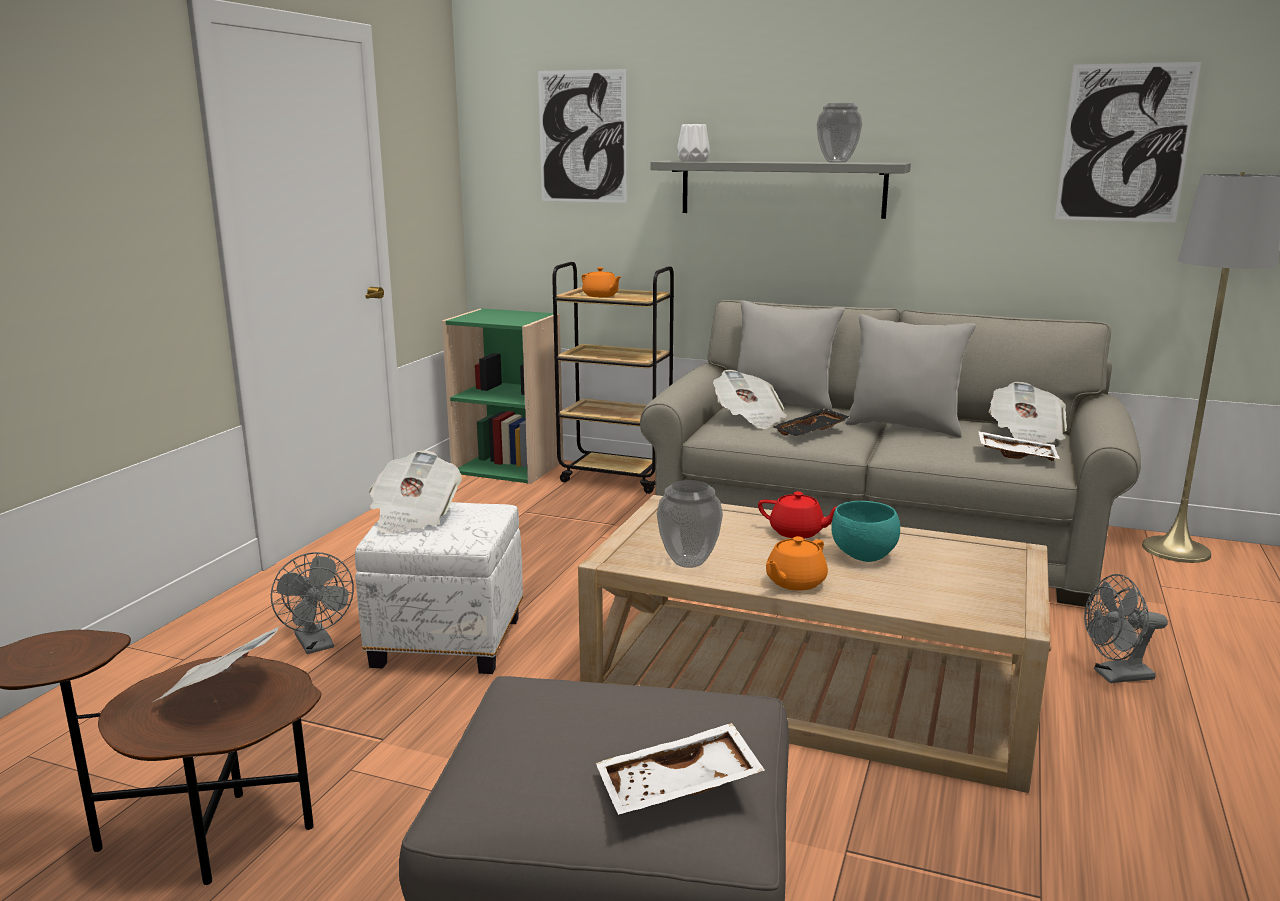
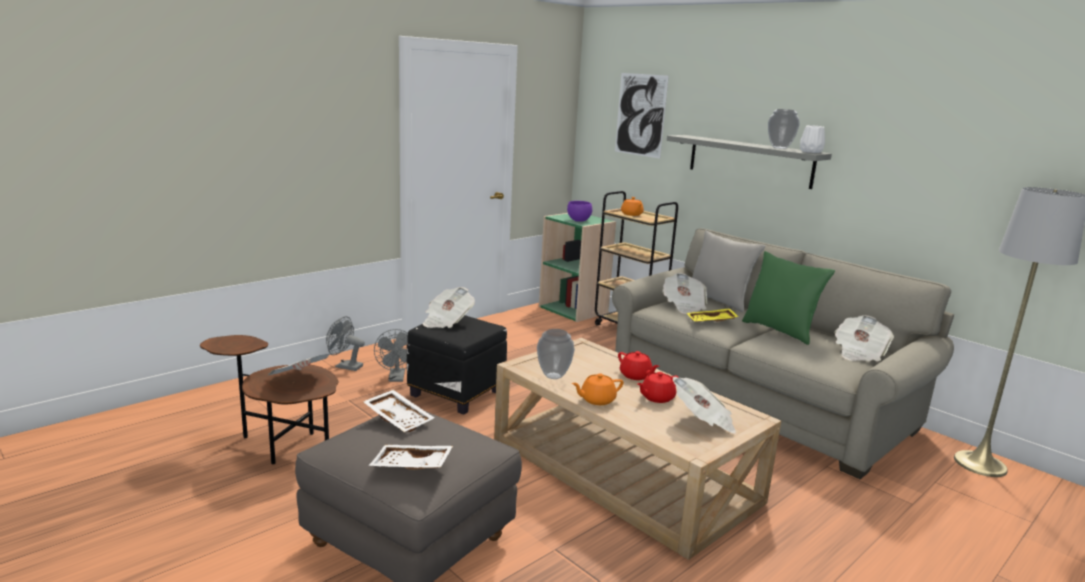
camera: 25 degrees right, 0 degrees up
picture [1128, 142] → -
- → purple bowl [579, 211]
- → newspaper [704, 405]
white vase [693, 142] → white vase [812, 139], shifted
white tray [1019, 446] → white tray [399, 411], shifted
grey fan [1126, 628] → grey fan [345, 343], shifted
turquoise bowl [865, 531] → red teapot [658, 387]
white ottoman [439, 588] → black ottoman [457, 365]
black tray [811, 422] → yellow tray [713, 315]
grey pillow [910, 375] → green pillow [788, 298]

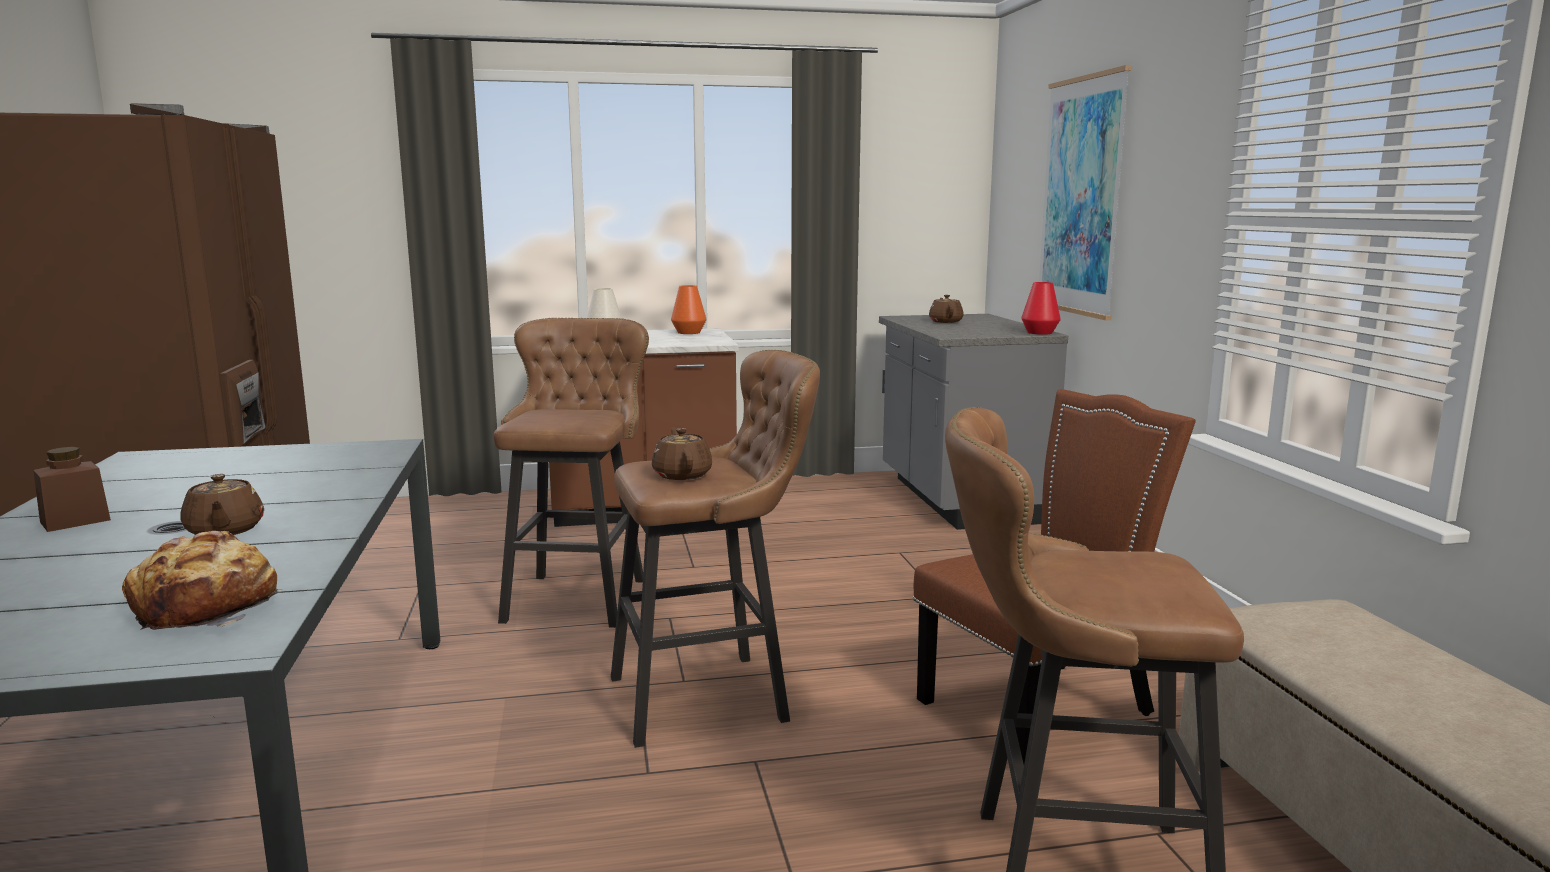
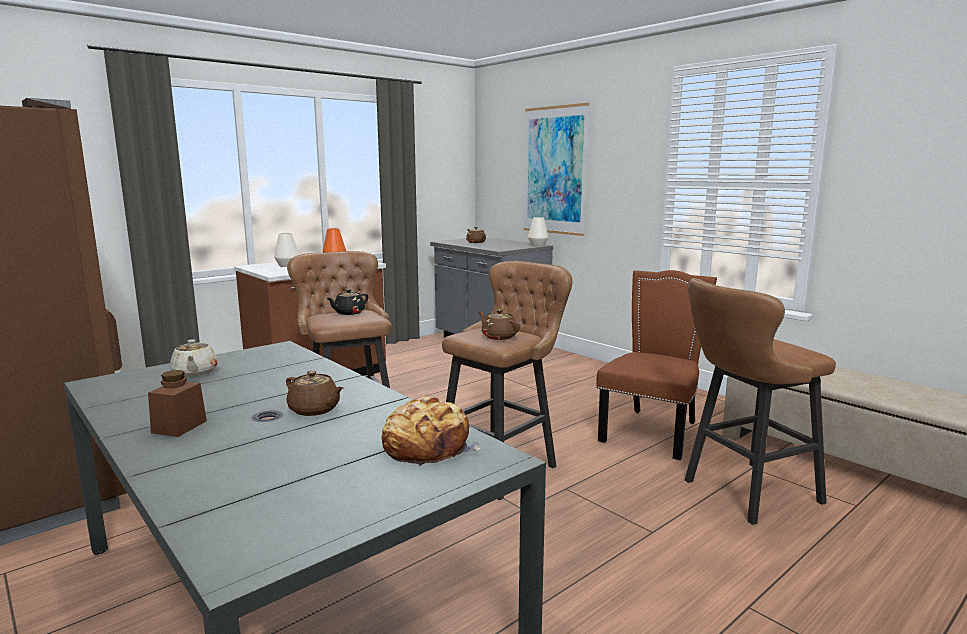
camera: 30 degrees left, 0 degrees up
- → beige teapot [194, 358]
- → black teapot [347, 302]
red vase [1041, 308] → white vase [538, 231]

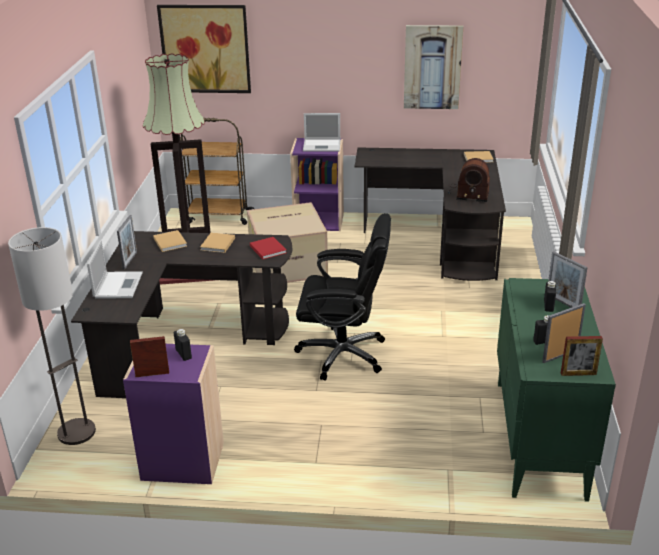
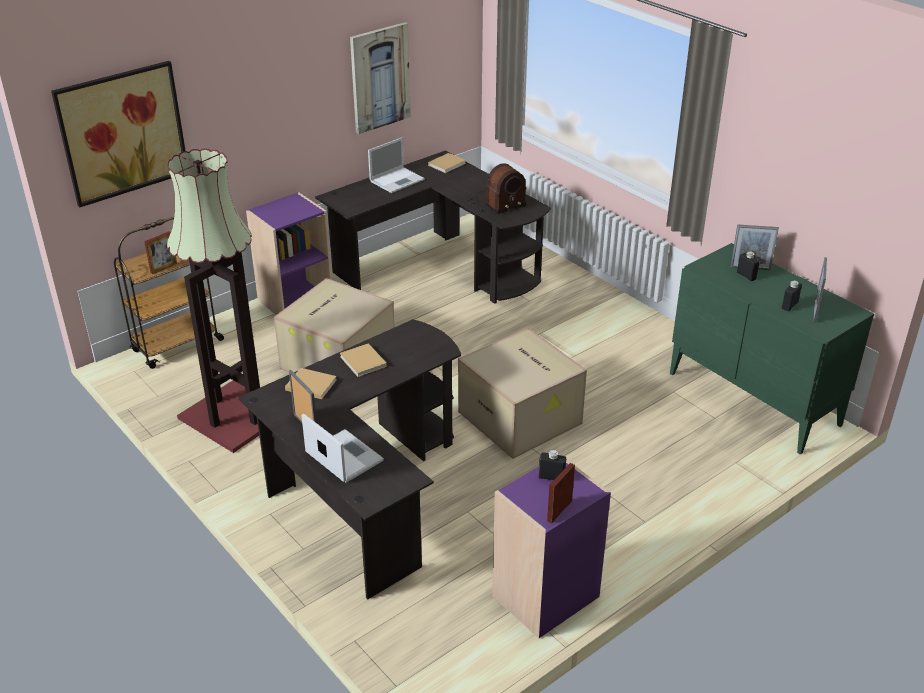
camera: 45 degrees left, 5 degrees up
floor lamp [52, 336] → -
red book [268, 248] → -
laptop [321, 132] → laptop [396, 165], shifted
picture frame [582, 356] → picture frame [160, 252], shifted
black office chair [342, 297] → cardboard box [522, 393]

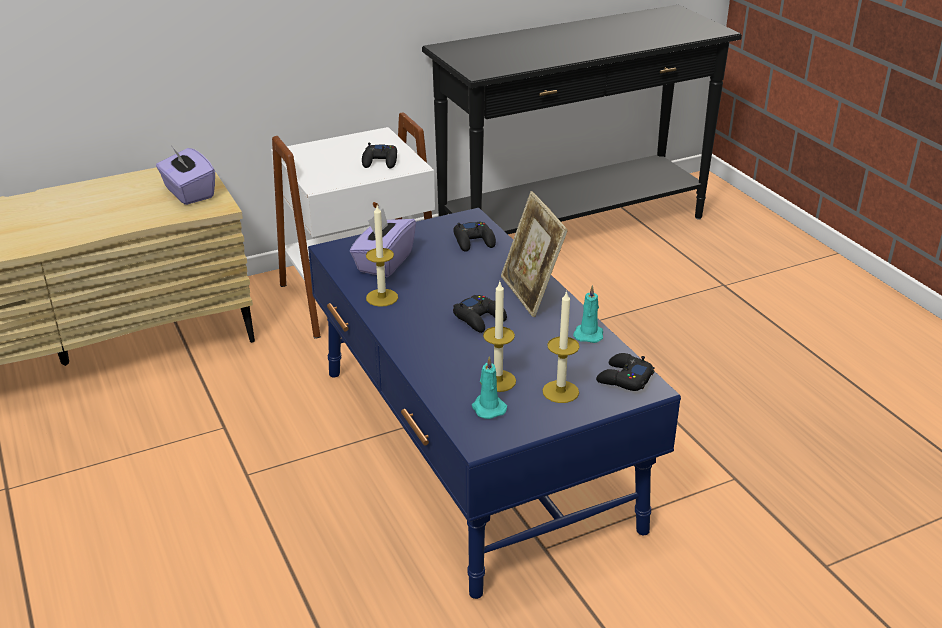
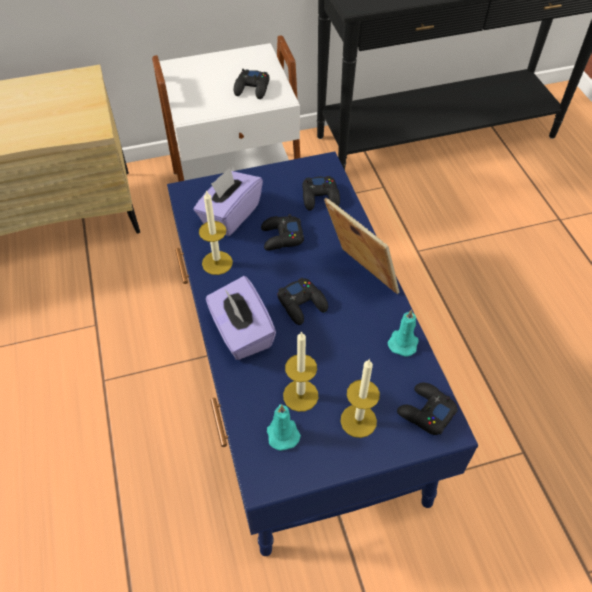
camera: 10 degrees right, 20 degrees up
- → black game controller [282, 232]
purple tissue box [185, 175] → purple tissue box [241, 318], shifted
picture frame [534, 254] → picture frame [362, 246], 150 degrees clockwise

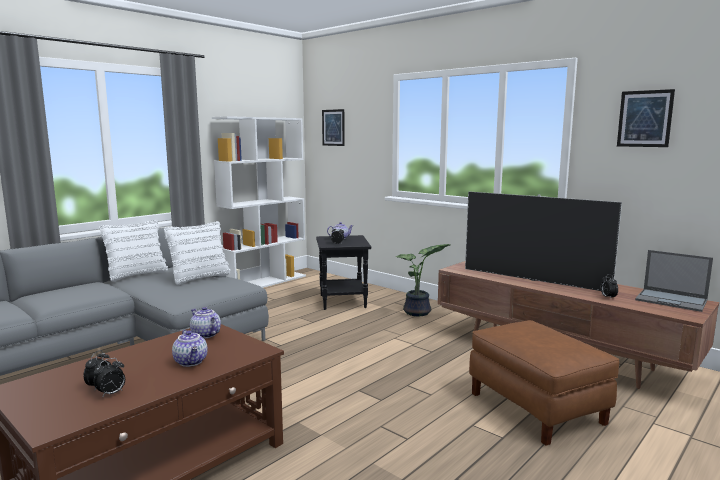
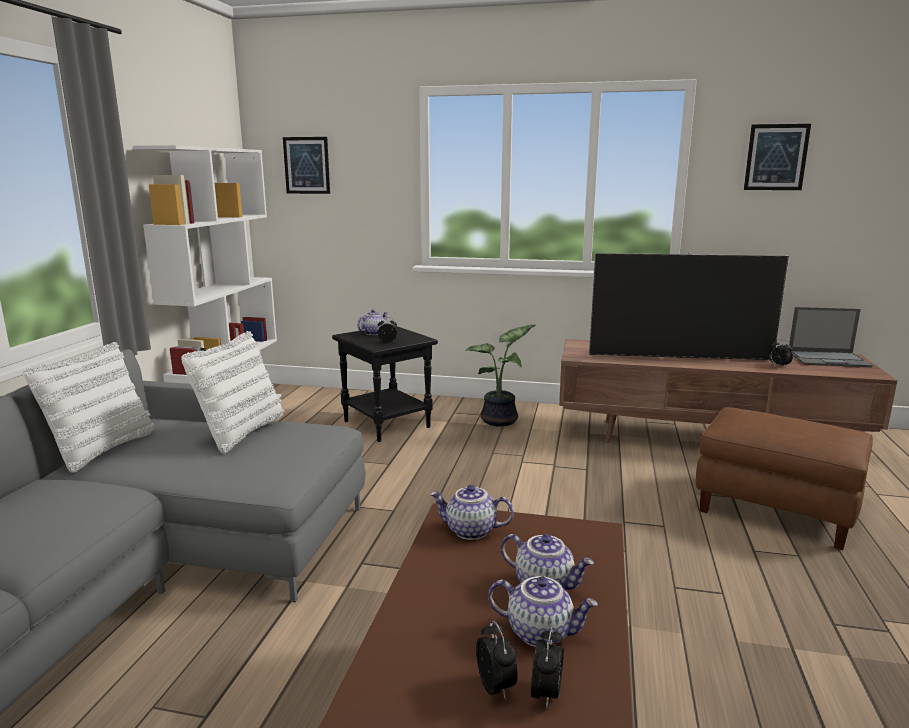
camera: 30 degrees left, 5 degrees up
- → teapot [543, 611]

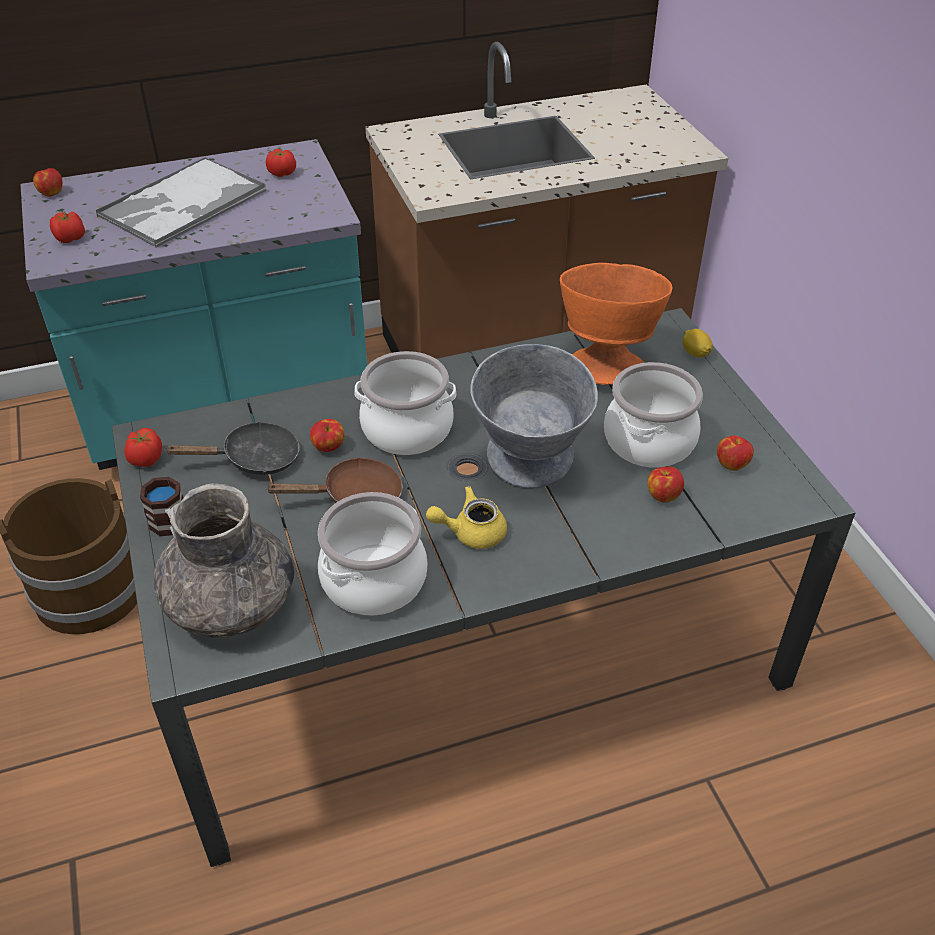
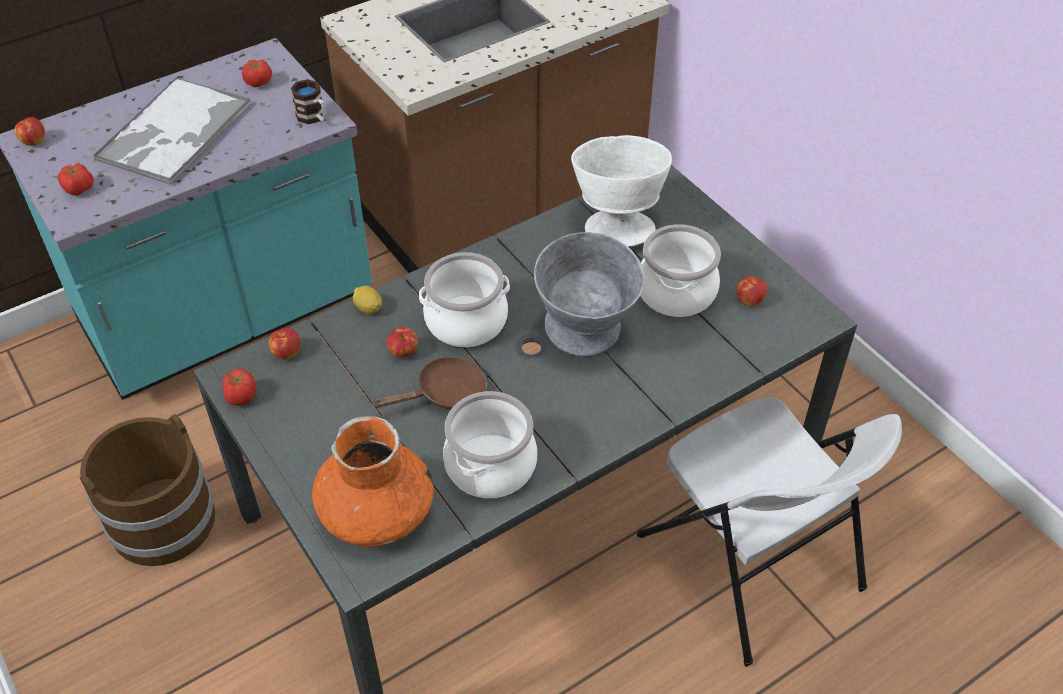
camera: 15 degrees left, 5 degrees up
black frying pan [231, 448] → -
yellow teapot [466, 517] → -
- → white chair [769, 532]
mug [161, 507] → mug [309, 101], shifted
apple [665, 484] → apple [285, 344], shifted
lemon [698, 343] → lemon [367, 300], shifted
grey vase [224, 560] → orange vase [373, 481]
orange bowl [616, 324] → white bowl [621, 191]

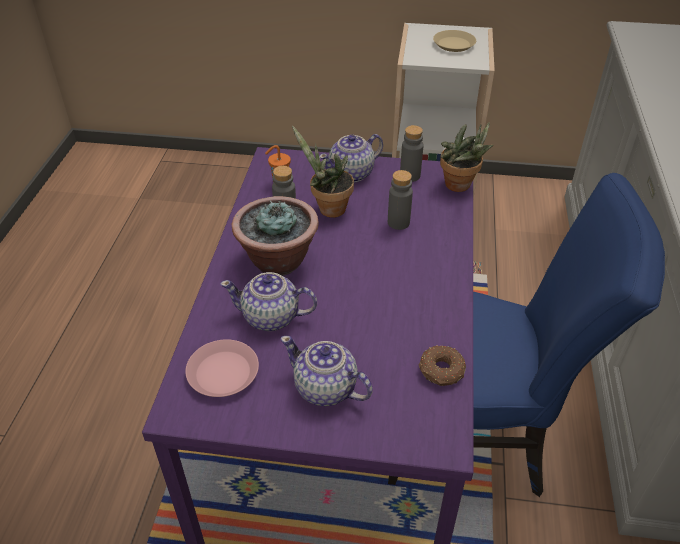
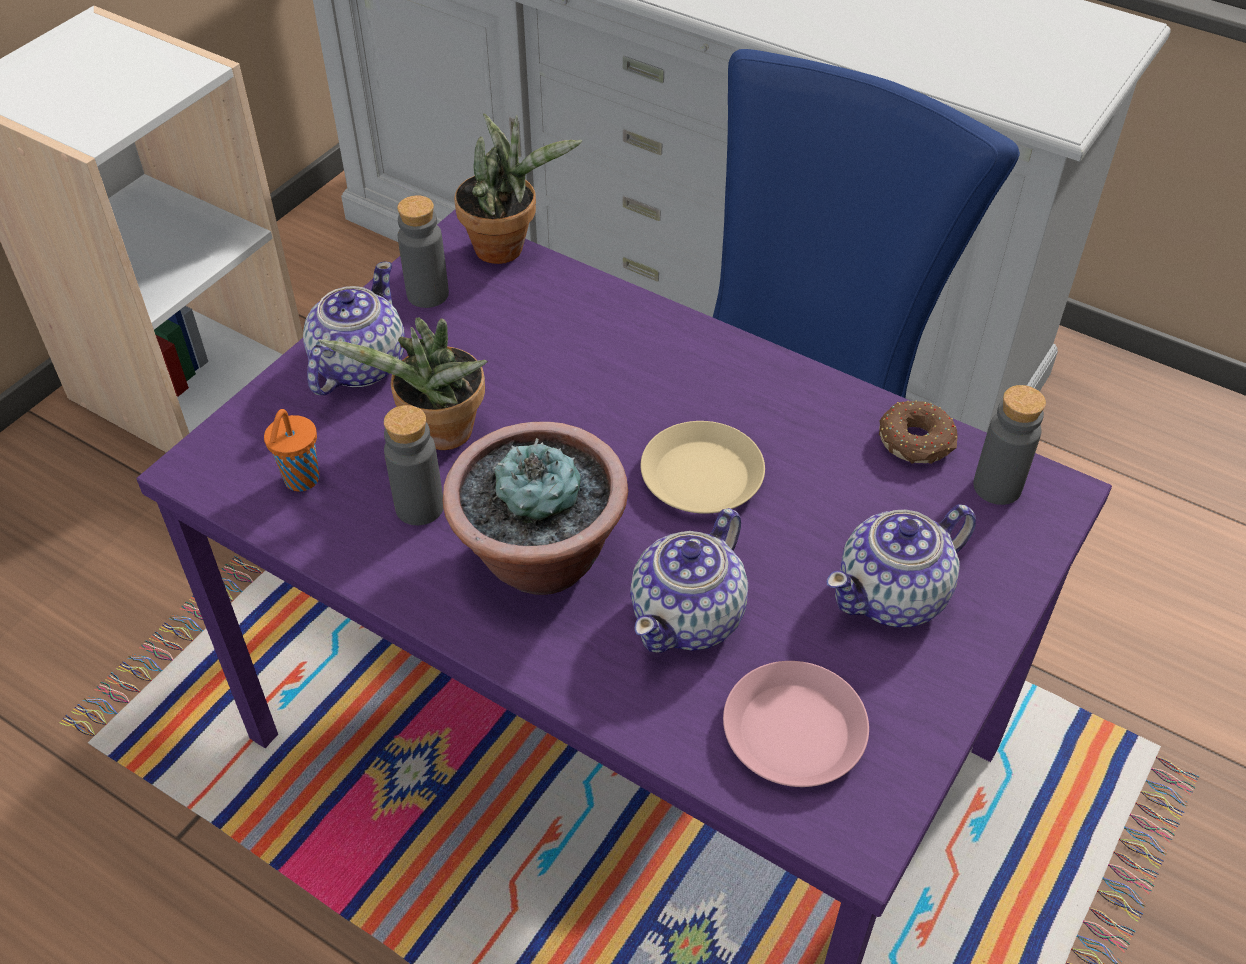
camera: 65 degrees left, 5 degrees up
grey bottle [400, 200] → grey bottle [1009, 445], shifted
beige plate [454, 41] → beige plate [703, 467], shifted
teapot [351, 158] → teapot [354, 328], 150 degrees counterclockwise

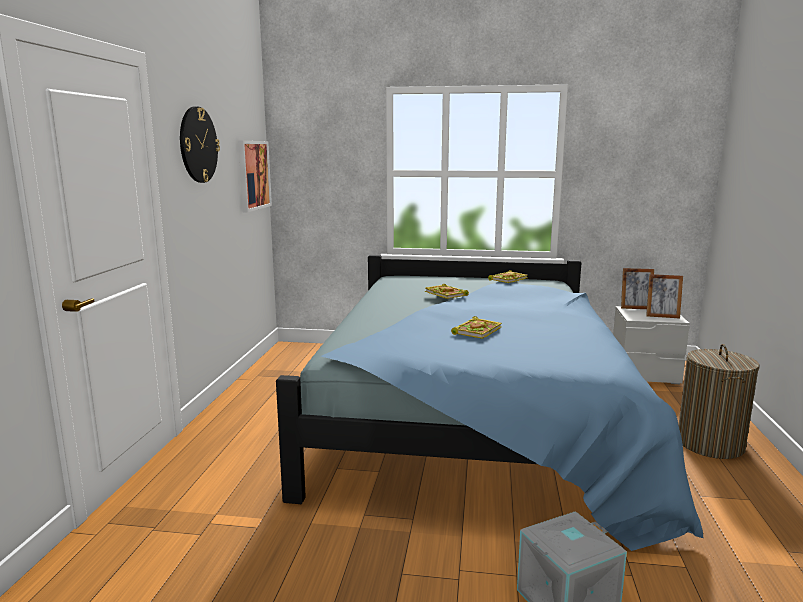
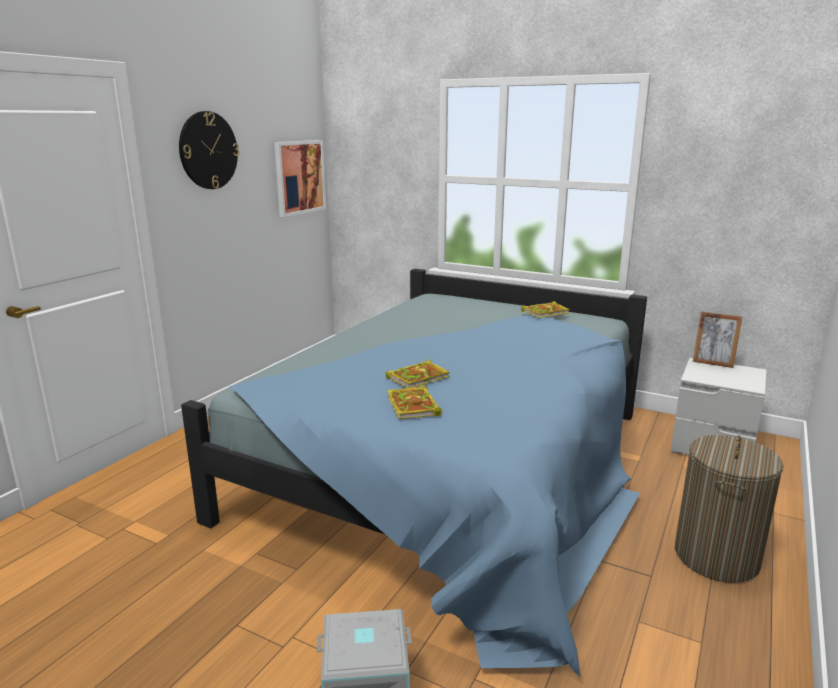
camera: 20 degrees right, 5 degrees up
picture frame [664, 296] → -
book [447, 291] → book [414, 402], shifted

